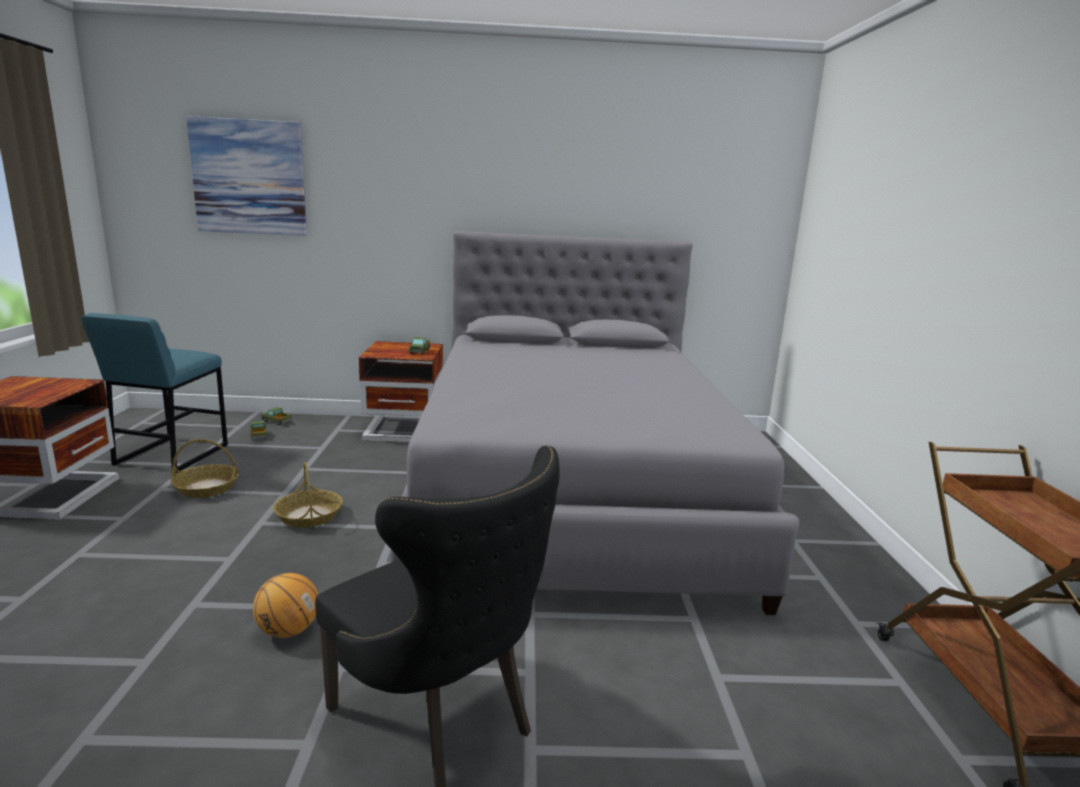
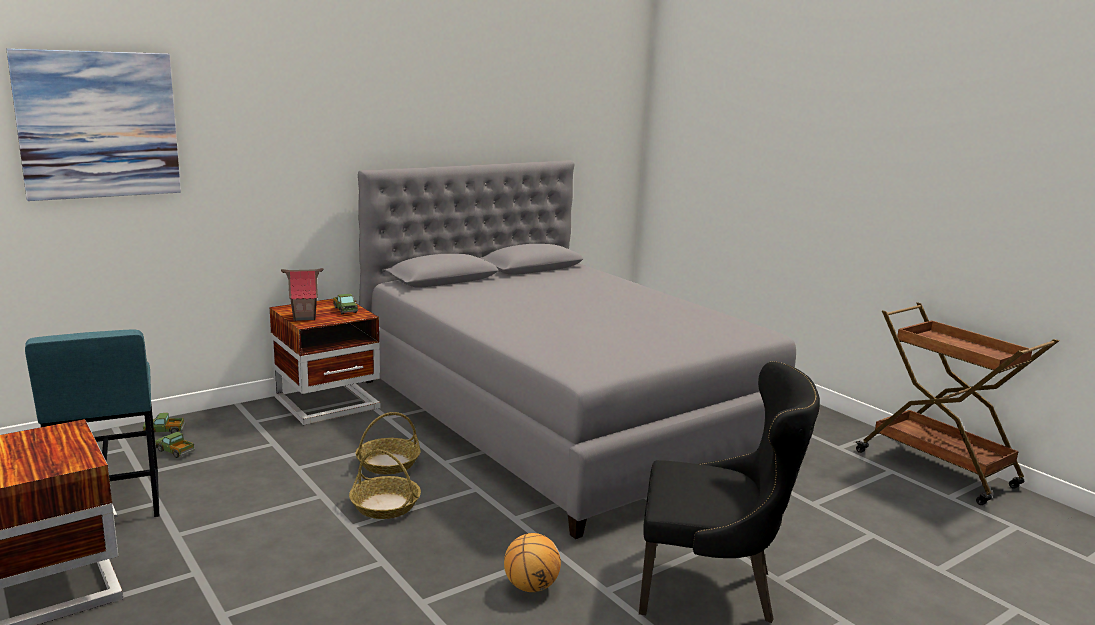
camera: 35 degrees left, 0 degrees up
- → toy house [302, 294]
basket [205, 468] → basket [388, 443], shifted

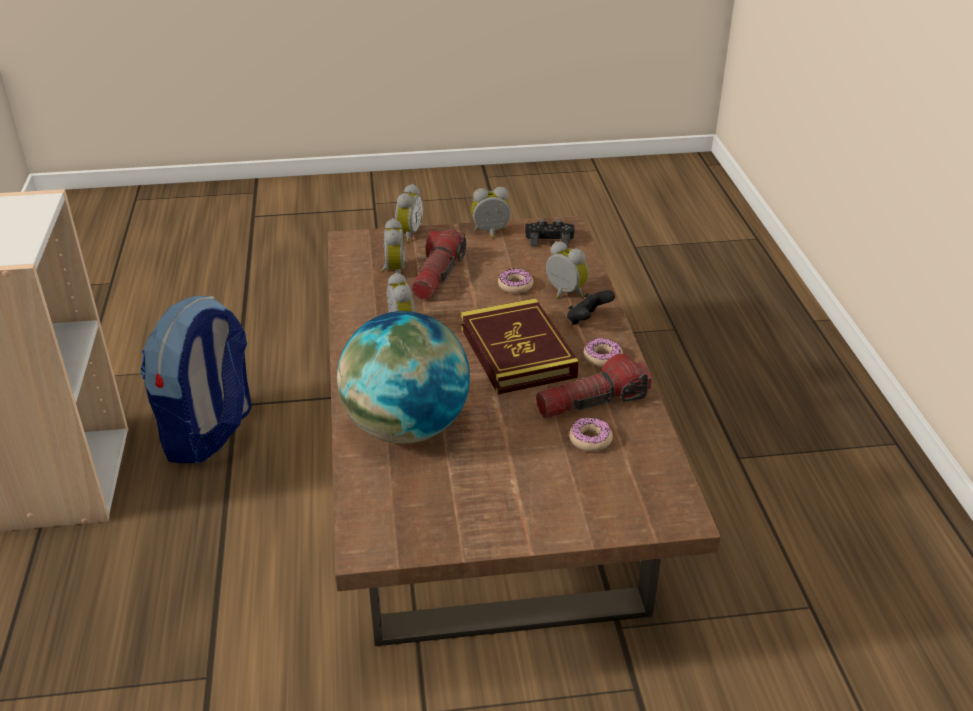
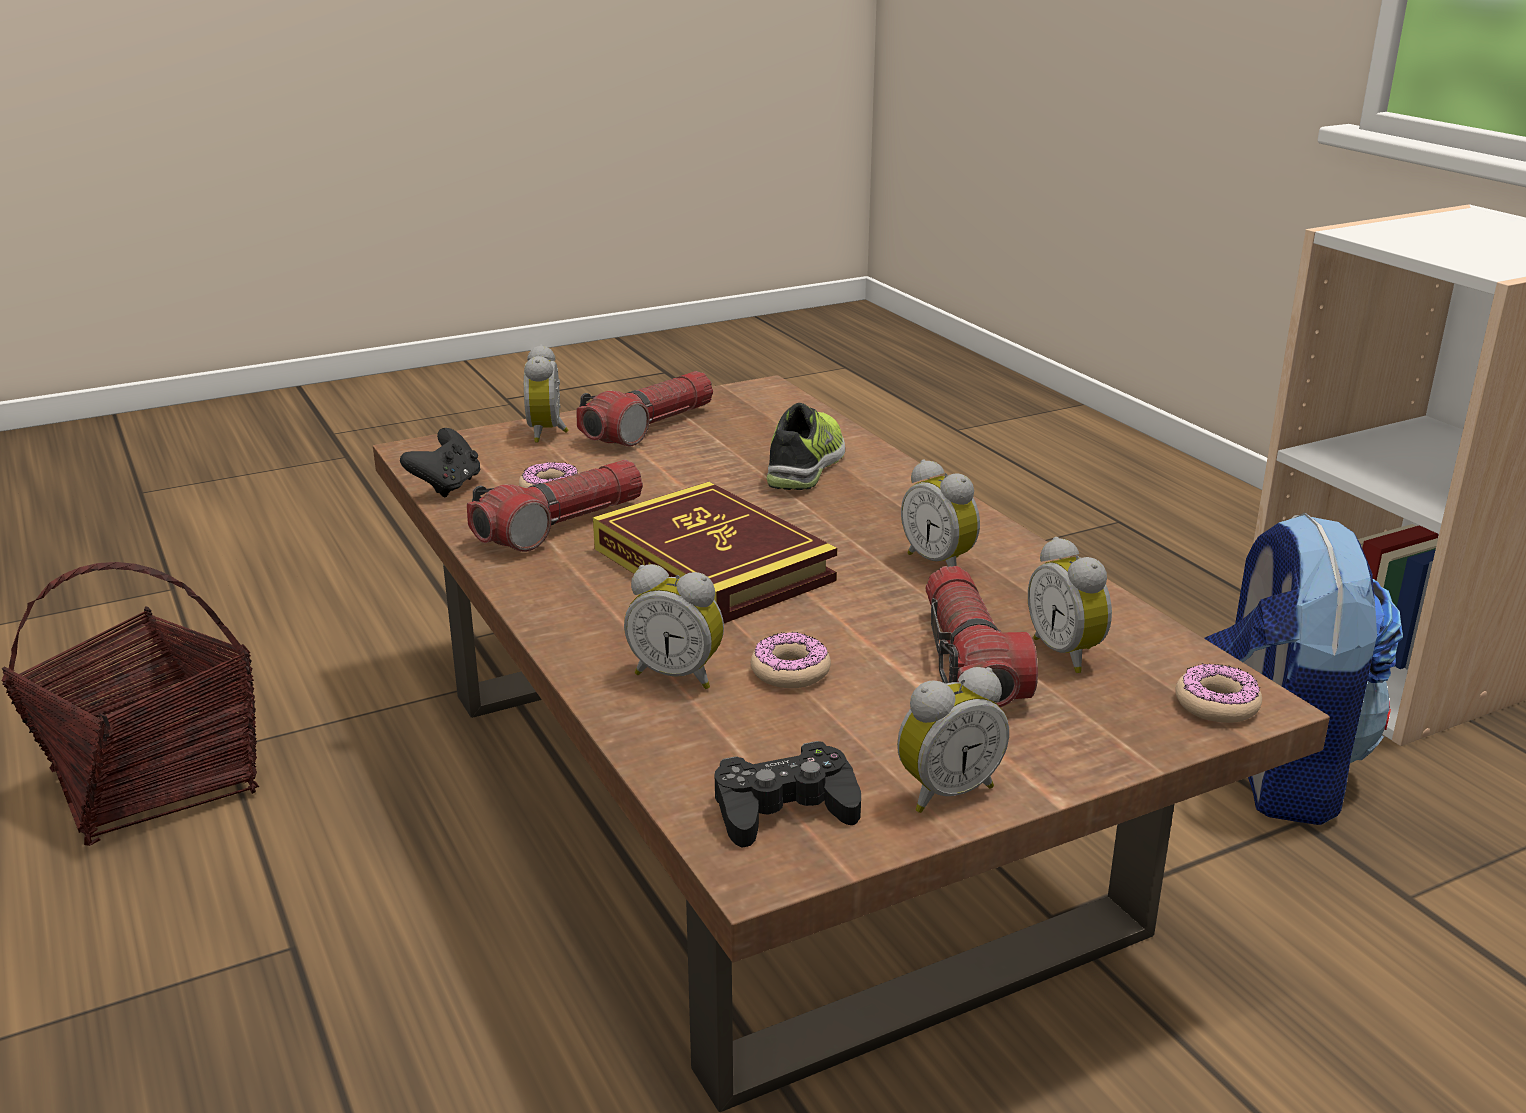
camera: 160 degrees right, 10 degrees down
- → basket [130, 704]
- → flashlight [644, 408]
alarm clock [409, 213] → alarm clock [546, 393], shifted
black game controller [591, 307] → black game controller [440, 462], shifted
donut [603, 352] → donut [1218, 693], shifted
globe [403, 377] → shoe [806, 446]

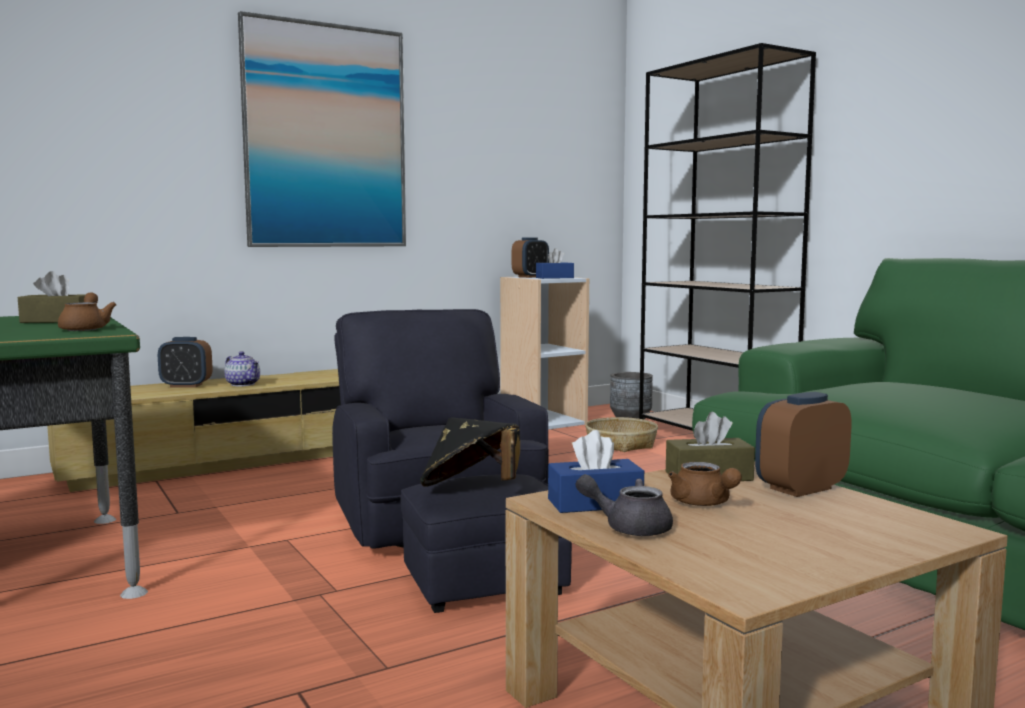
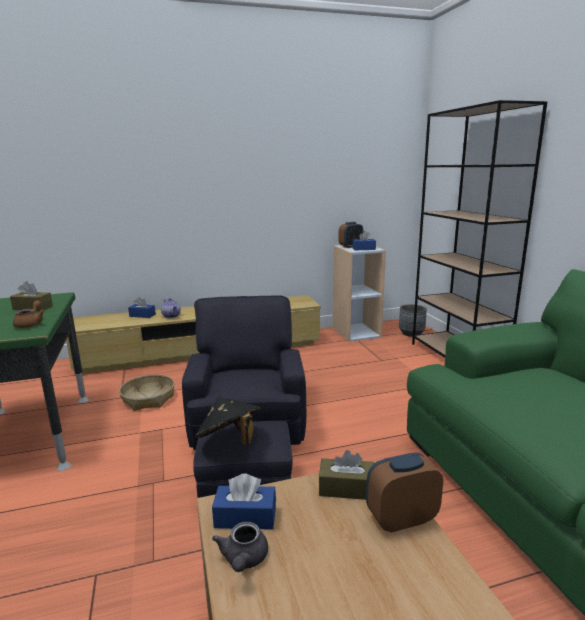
camera: 15 degrees right, 10 degrees up
picture [322, 129] → -
brown teapot [705, 484] → -
basket [621, 434] → basket [146, 392], shifted
alarm clock [185, 362] → blue tissue box [142, 307]
grey teapot [624, 505] → grey teapot [240, 547], 120 degrees counterclockwise

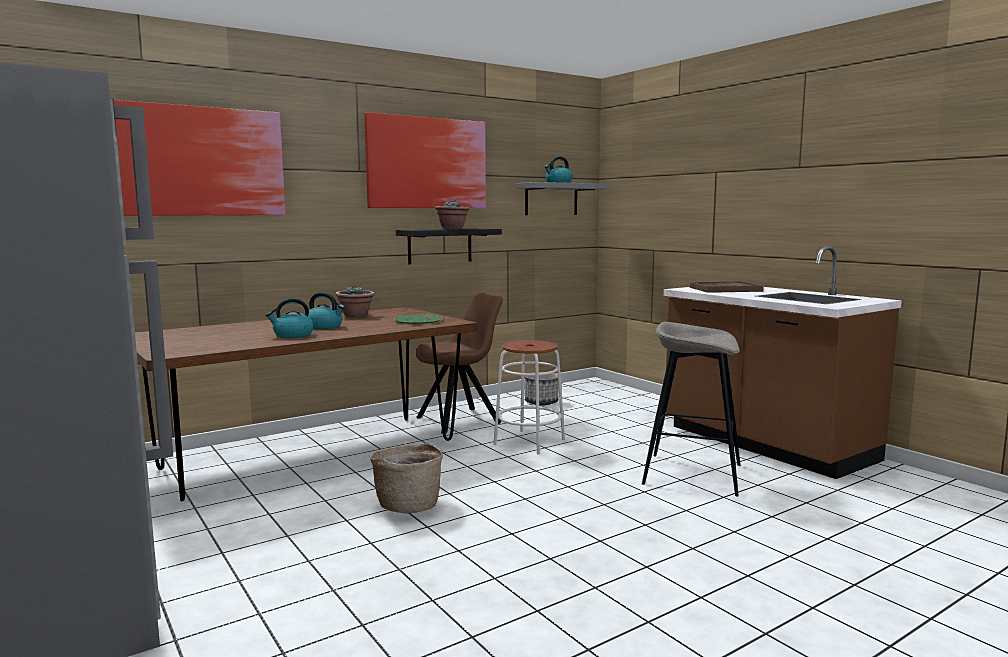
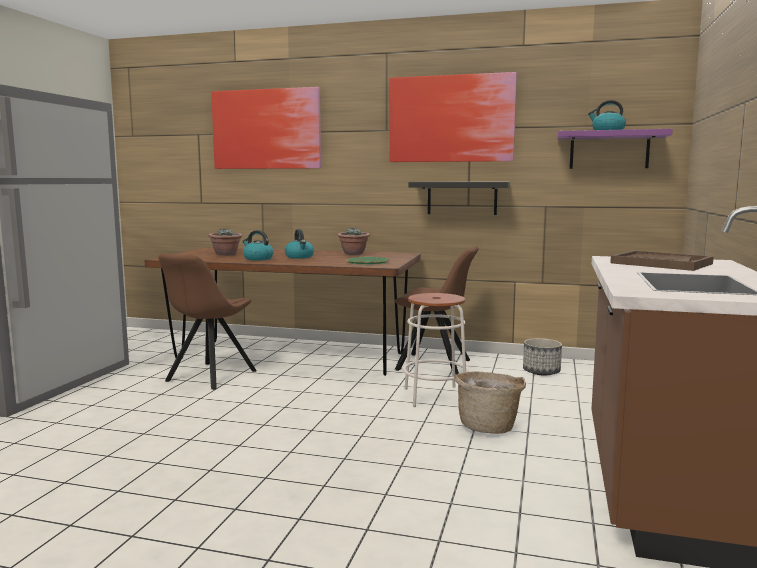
camera: 50 degrees right, 0 degrees up
grey stool [691, 409] → -
- → brown chair [208, 321]
basket [406, 478] → basket [490, 402], shifted
potted plant [452, 214] → potted plant [225, 242], shifted
grey shelf [562, 198] → purple shelf [615, 149]

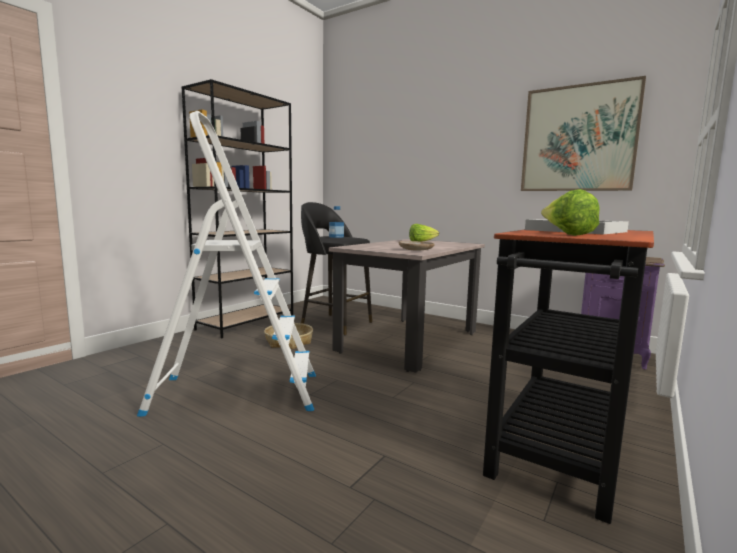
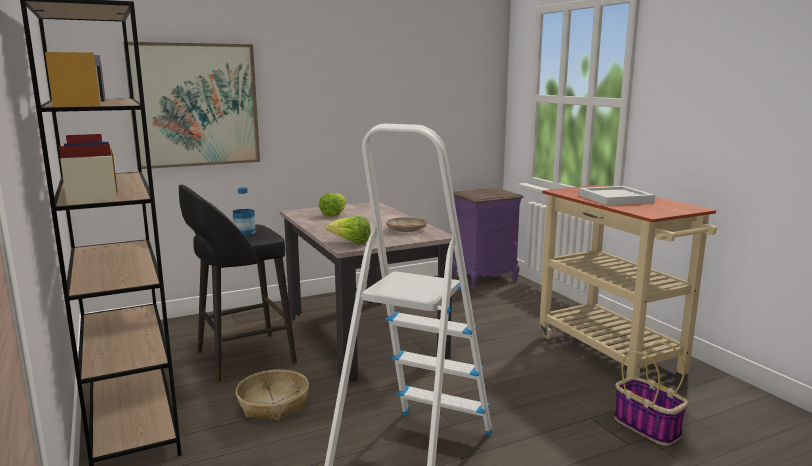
camera: 60 degrees left, 5 degrees up
- → basket [651, 394]
picture [583, 133] → picture [191, 105], shifted
lettuce [570, 212] → lettuce [348, 230], shifted
black cart [568, 377] → beige cart [628, 281]

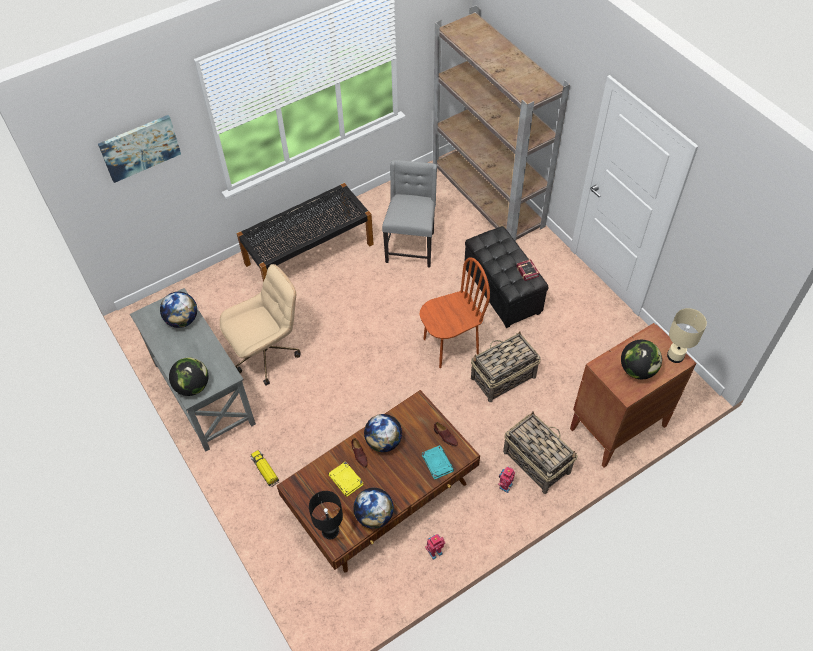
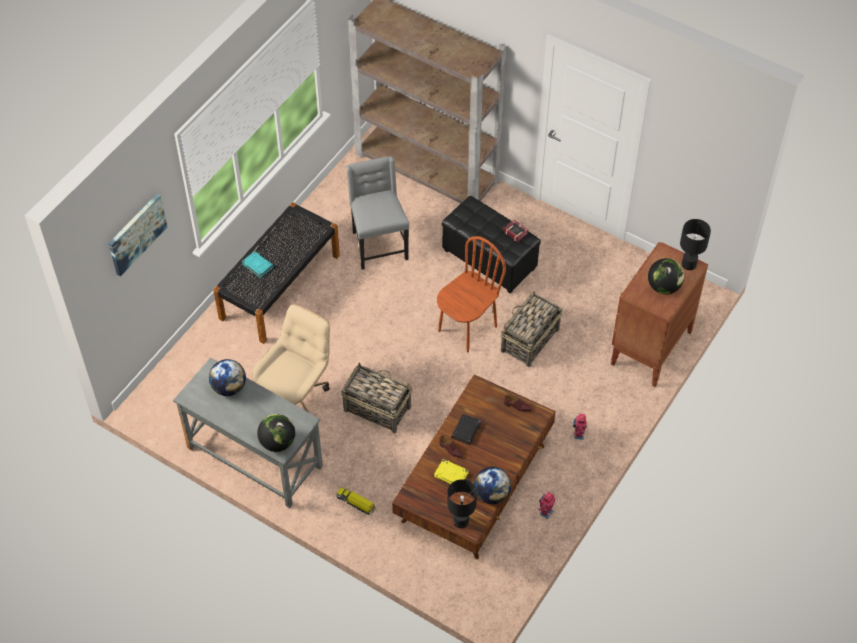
camera: 25 degrees left, 0 degrees up
turquoise book [438, 462] → turquoise book [258, 264], shifted
basket [540, 452] → basket [376, 397], shifted
globe [383, 433] → black book [466, 429]
beige table lamp [687, 335] → black table lamp [695, 244]

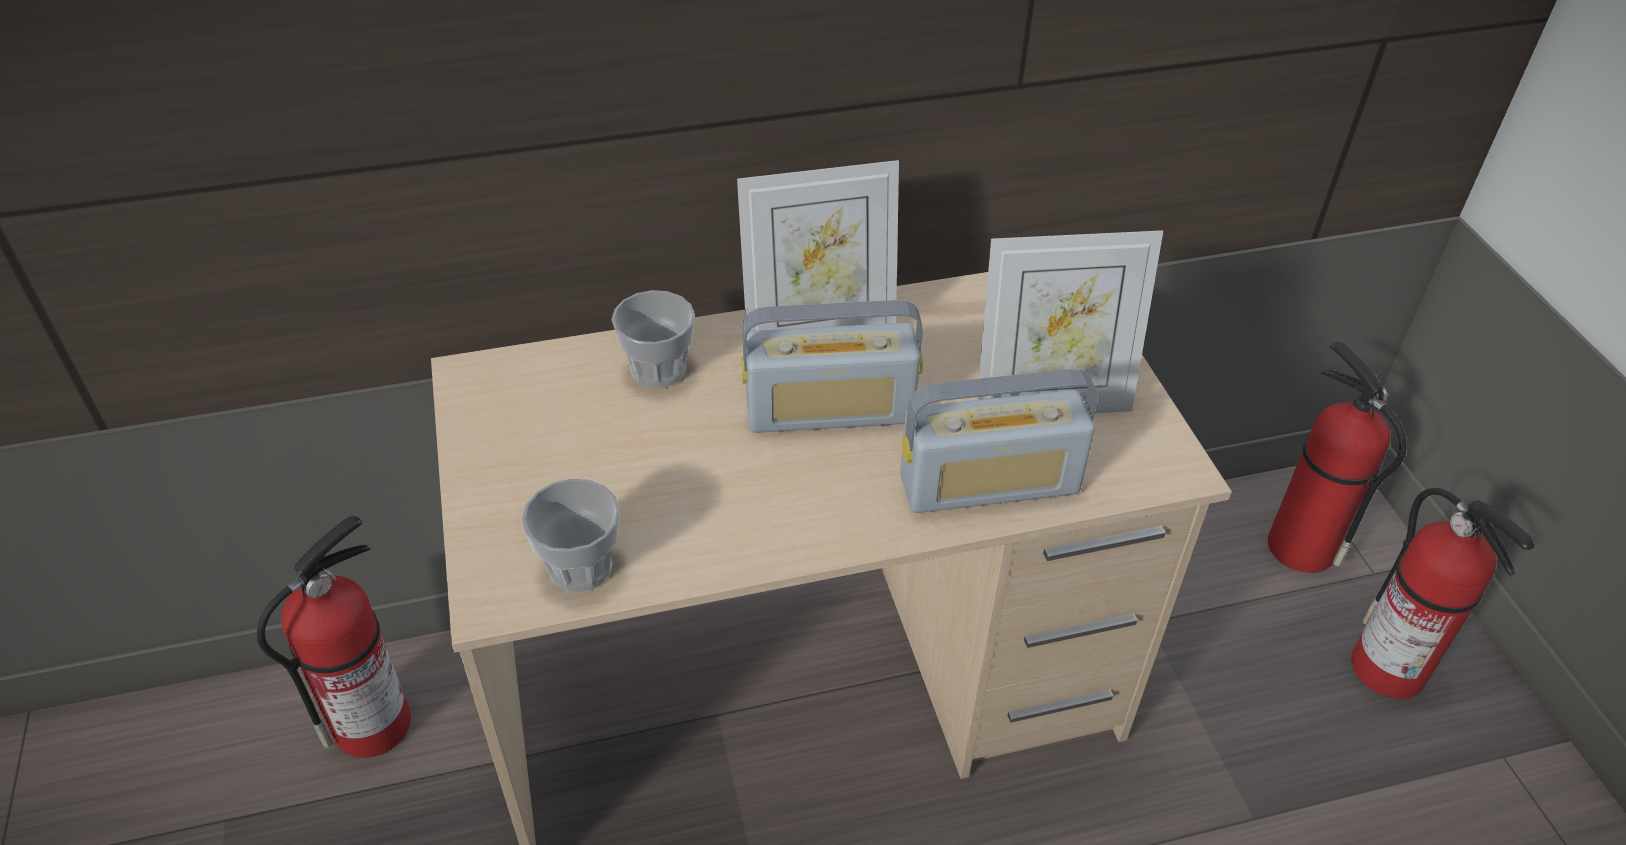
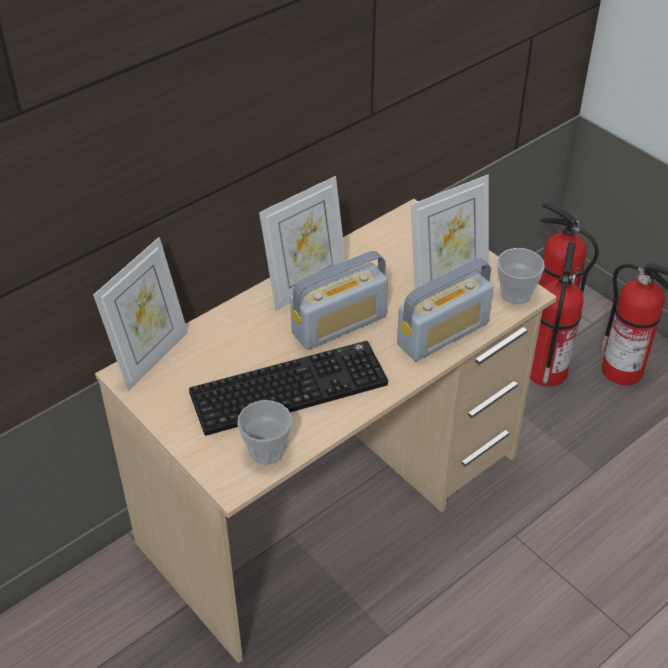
camera: 25 degrees left, 0 degrees up
- → picture frame [140, 314]
- → keyboard [288, 388]
fire extinguisher [334, 637] → fire extinguisher [557, 314], shifted
cup [653, 339] → cup [521, 276], shifted

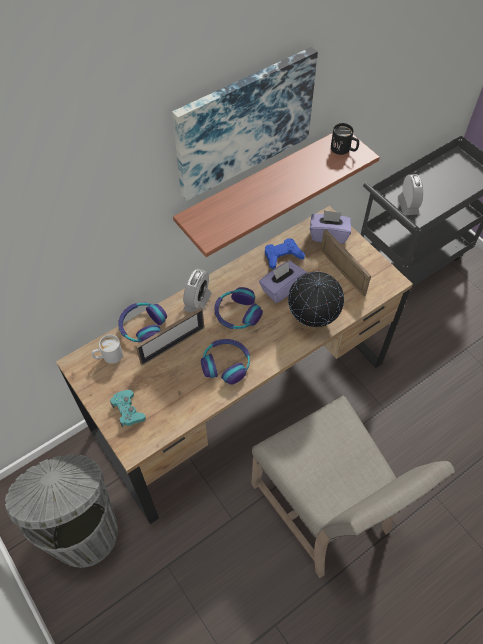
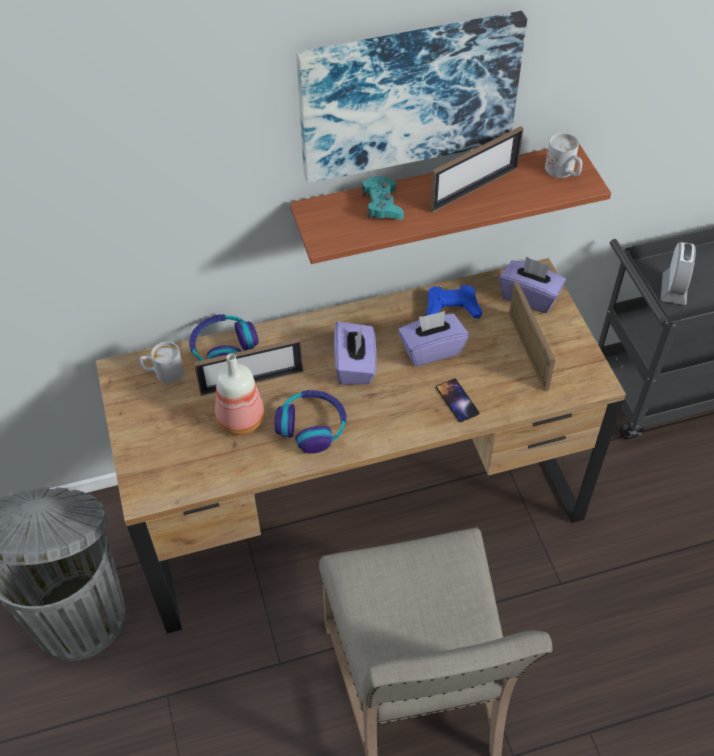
camera: 20 degrees right, 5 degrees down
alarm clock [197, 291] → -
- → bottle [239, 394]
- → picture frame [477, 169]
turquoise game controller [128, 408] → turquoise game controller [383, 198], shifted
headphones [238, 308] → purple tissue box [355, 353]
globe [316, 299] → phone [458, 400]
black mug [345, 139] → white mug [563, 155]

